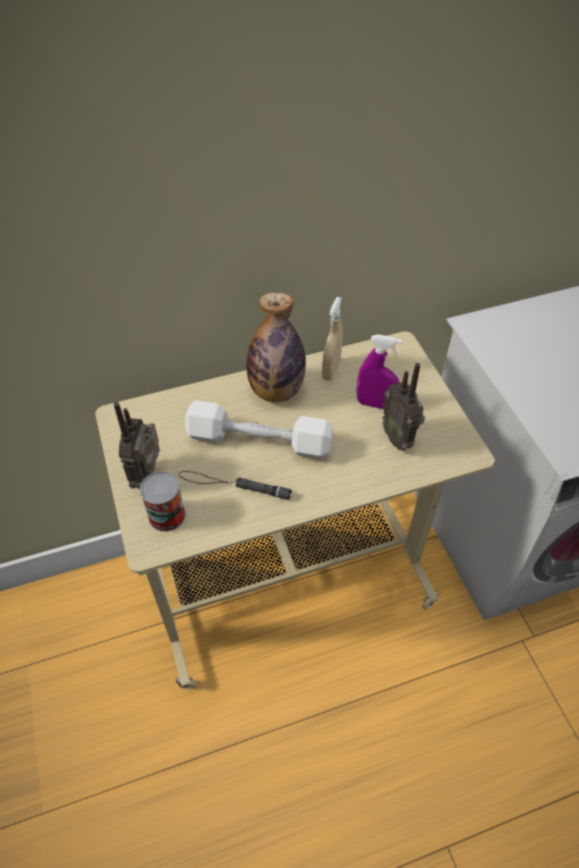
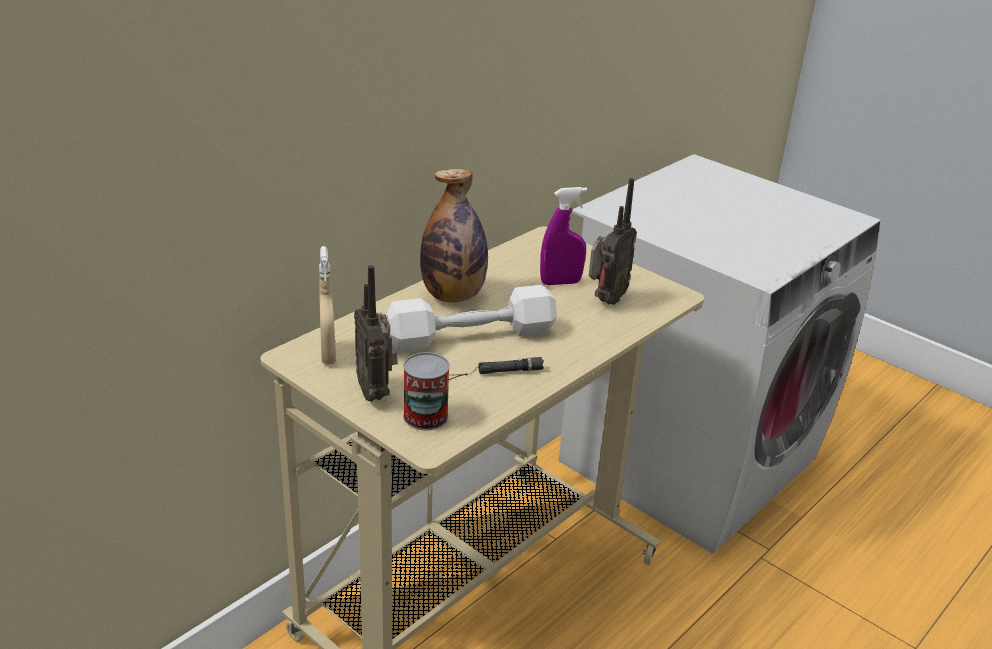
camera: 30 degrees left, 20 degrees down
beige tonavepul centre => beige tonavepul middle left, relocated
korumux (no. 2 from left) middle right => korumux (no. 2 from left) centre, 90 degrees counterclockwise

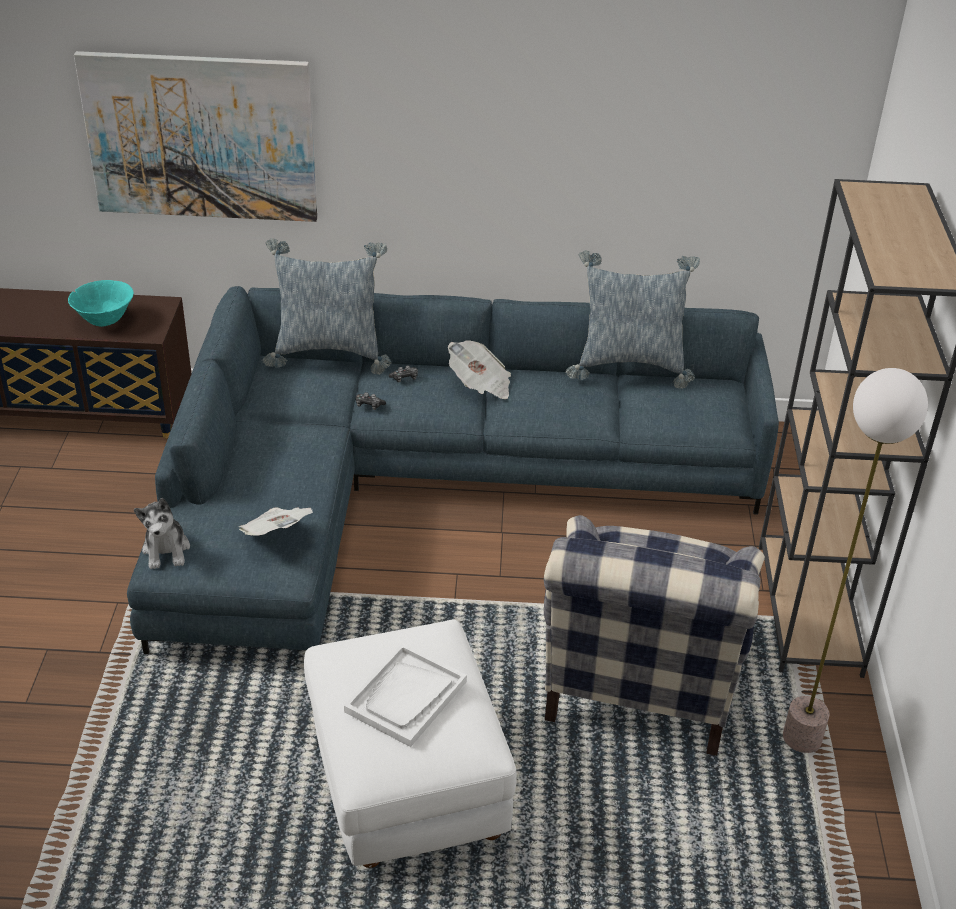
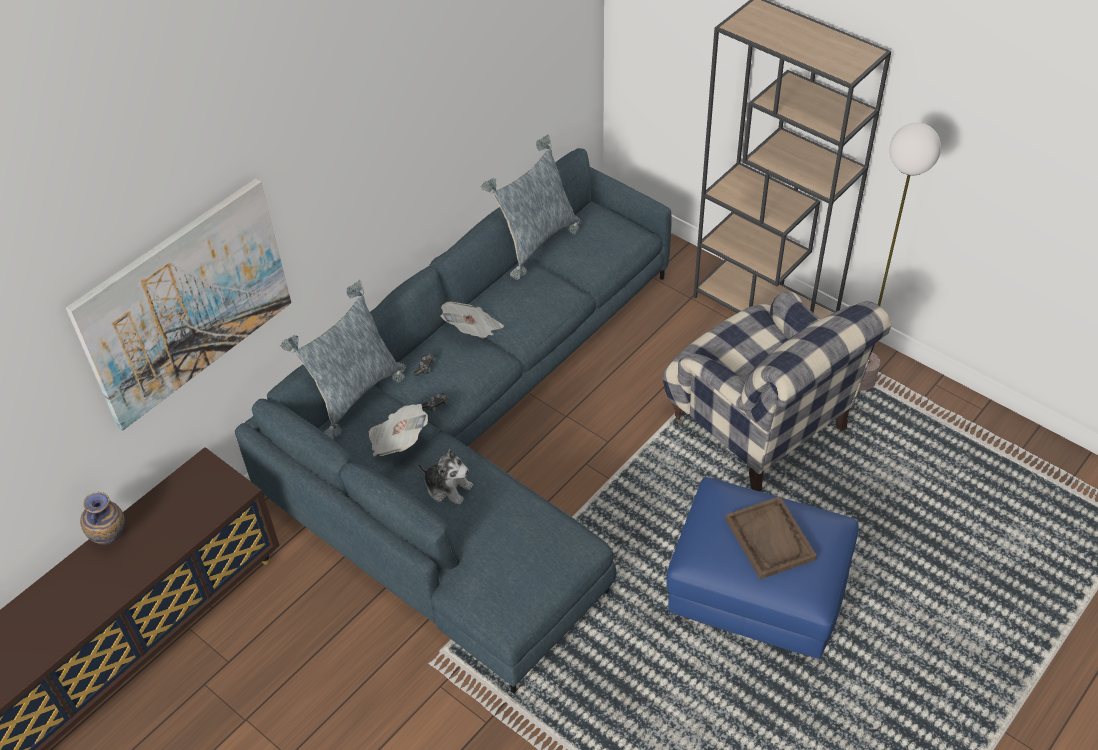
camera: 50 degrees left, 10 degrees up
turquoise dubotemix middle left => nothing
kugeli middle left => kugeli centre, relocated
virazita (no. 1 from left) middle left => virazita (no. 1 from left) centre, relocated
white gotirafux bottom centre => blue gotirafux bottom right
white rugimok bottom centre => brown rugimok bottom right
nothing => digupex bottom left

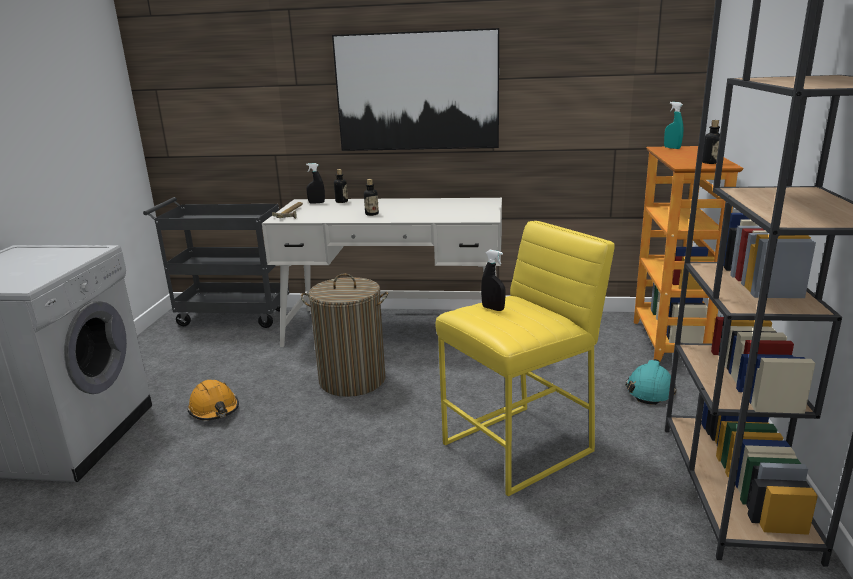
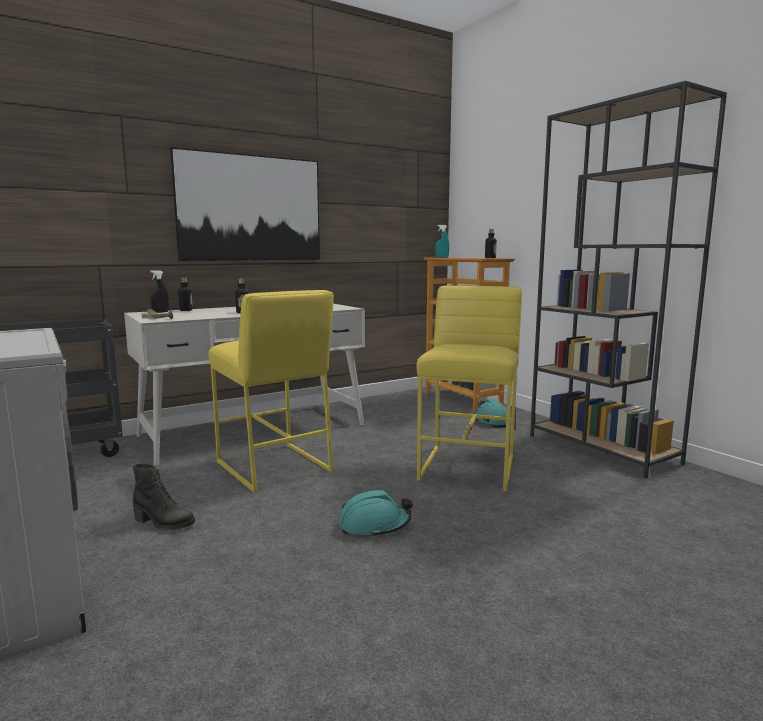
camera: 40 degrees left, 10 degrees down
black tonavepul (no. 2 from left) centre => nothing
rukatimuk centre => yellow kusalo (no. 1 from left) centre
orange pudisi bottom left => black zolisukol bottom left
nothing => turquoise pudisi (no. 1 from left) bottom centre

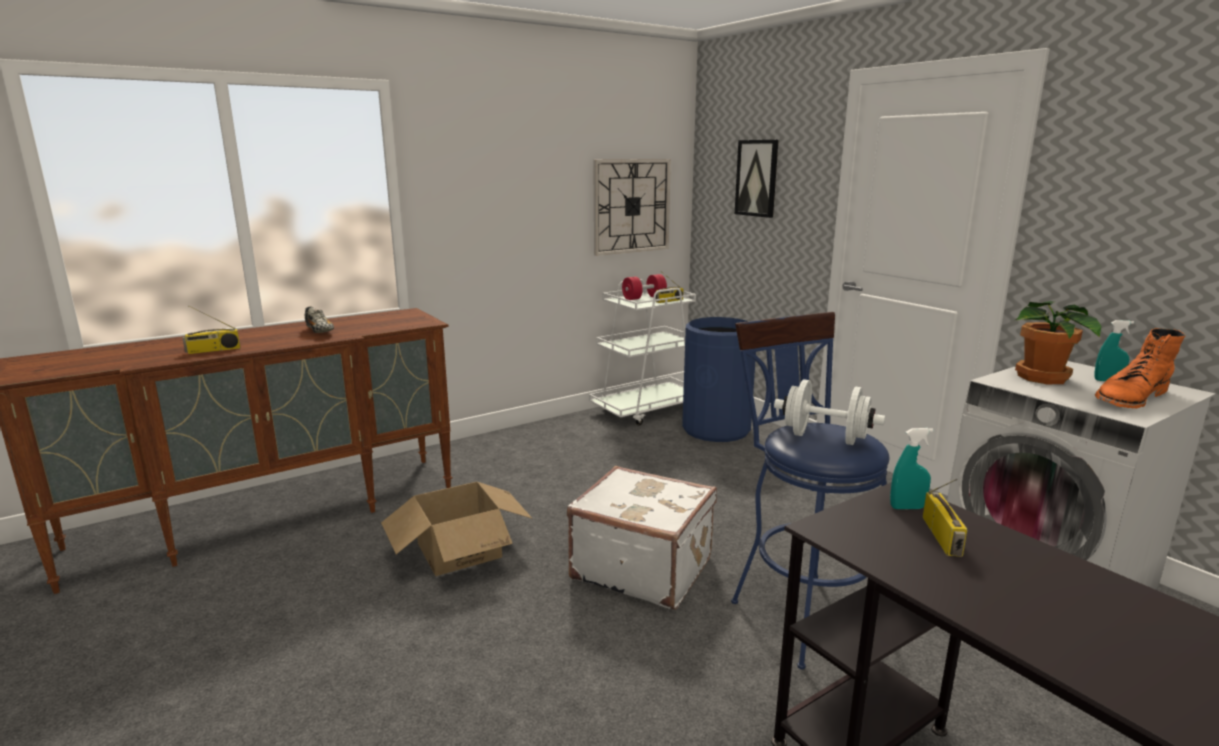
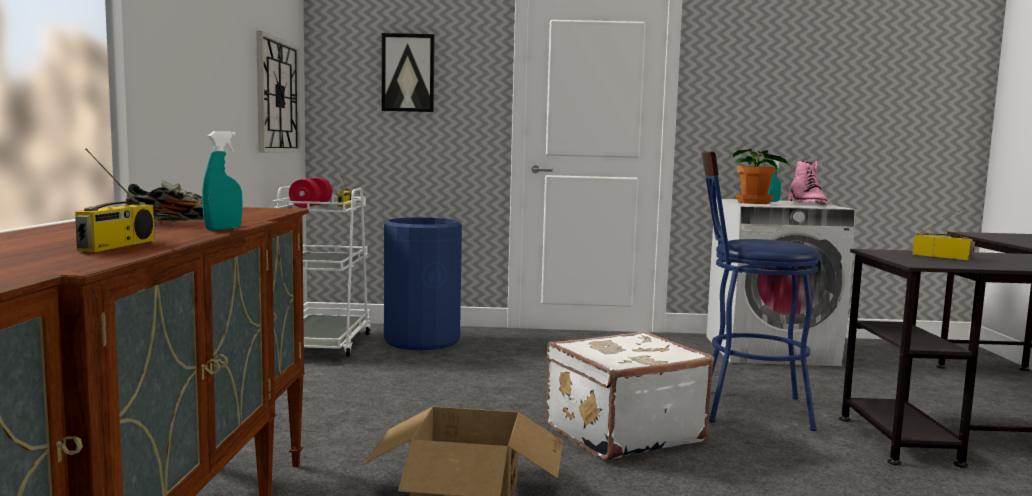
camera: 55 degrees left, 10 degrees down
orange zolisukol middle right => pink zolisukol middle right
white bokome middle right => nothing
turquoise tonavepul (no. 1 from left) middle right => turquoise tonavepul (no. 1 from left) middle left, relocated

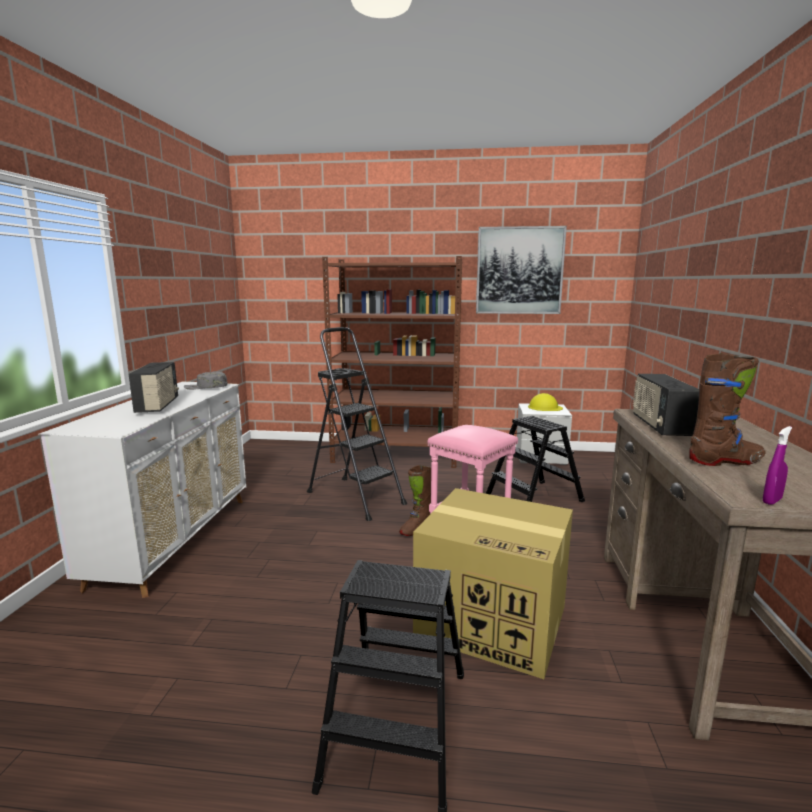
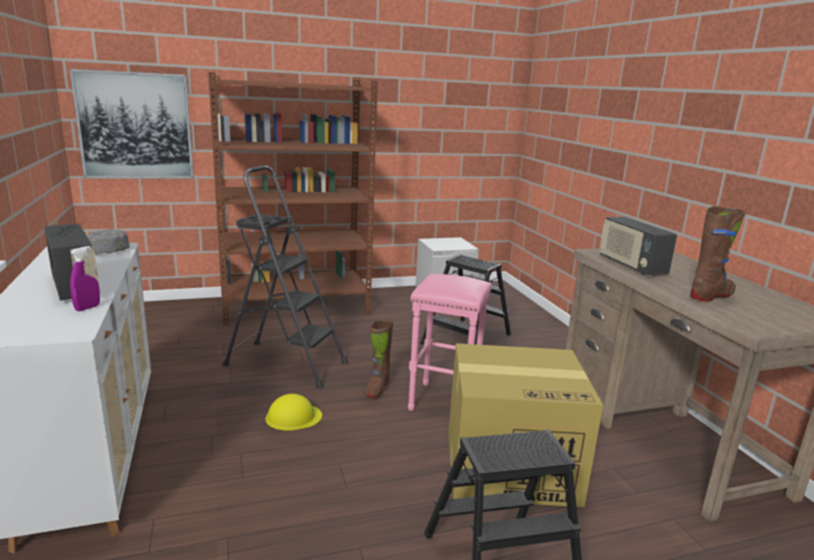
camera: 25 degrees left, 5 degrees up
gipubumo top centre => gipubumo top left, relocated
yellow pudisi middle right => yellow pudisi bottom centre, relocated
purple tonavepul middle right => purple tonavepul middle left, relocated

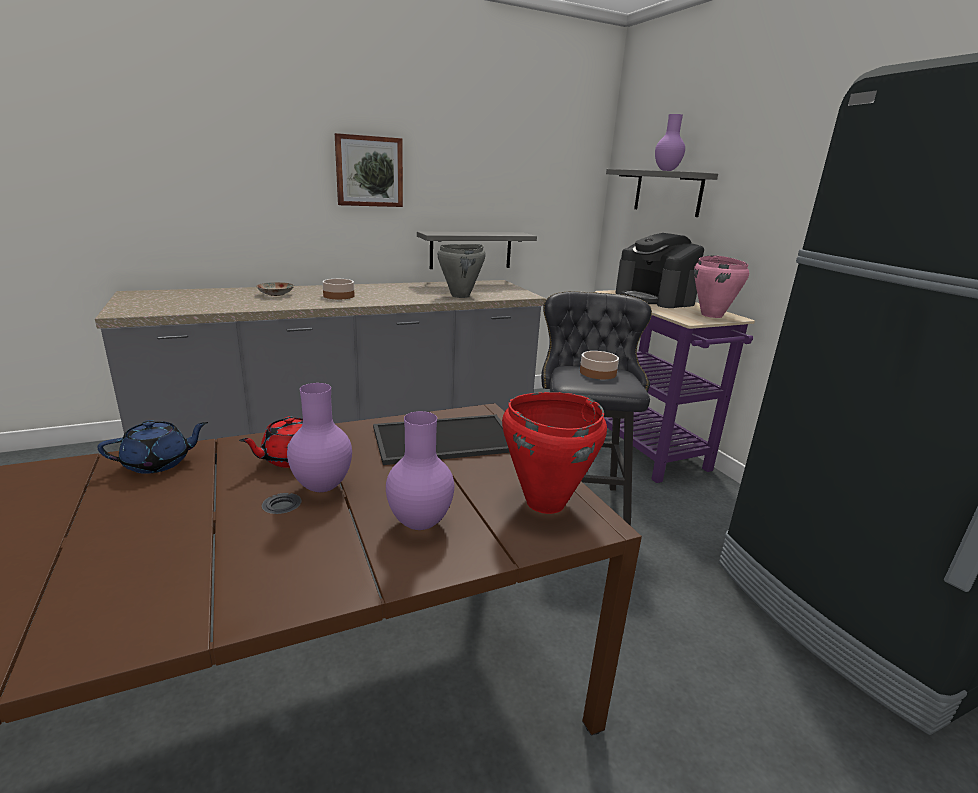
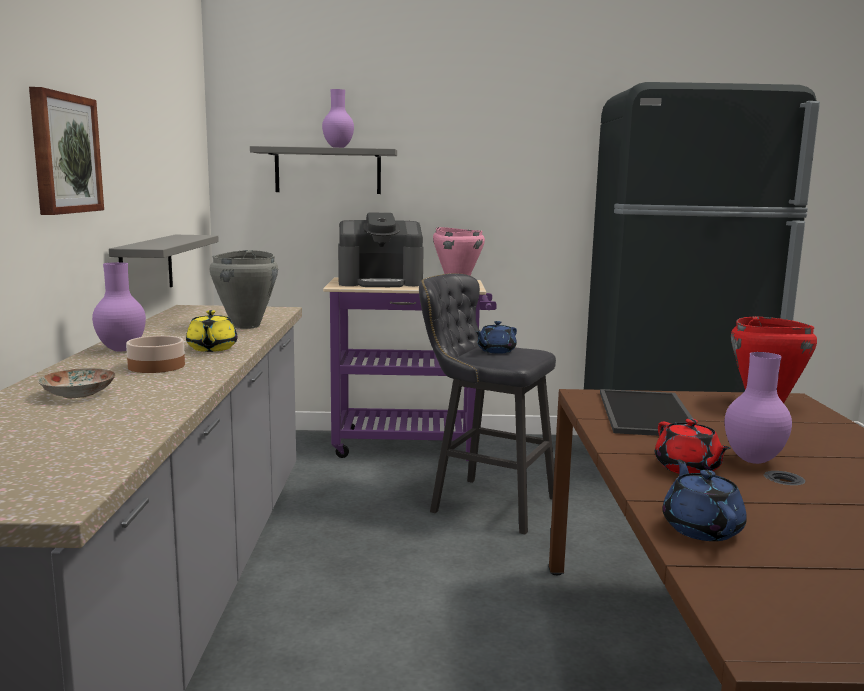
camera: 65 degrees left, 10 degrees down
dubotemix (no. 2 from left) centre => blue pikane (no. 1 from left) centre
purple digupex (no. 2 from left in the first image) centre => purple digupex (no. 1 from left) middle left, relocated
nothing => yellow pikane middle left

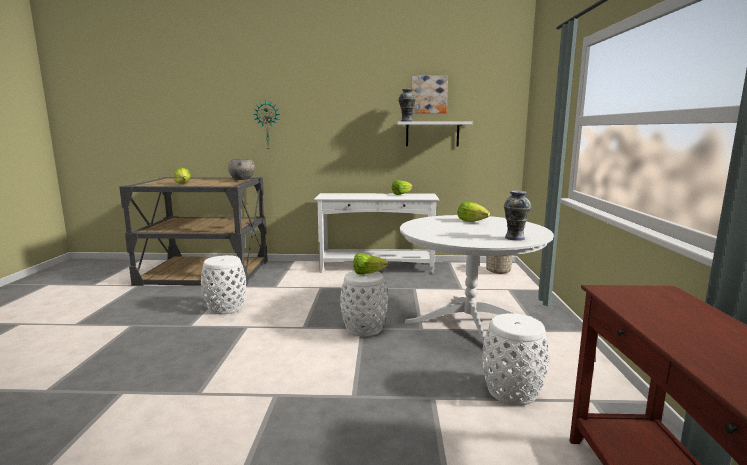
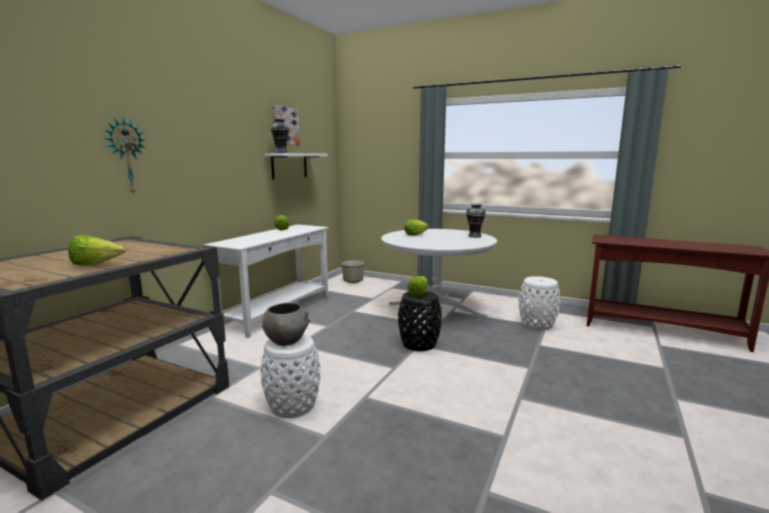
camera: 65 degrees left, 0 degrees up
grey dubotemix middle left => grey dubotemix centre, relocated
white kusalo (no. 2 from left) centre => black kusalo centre

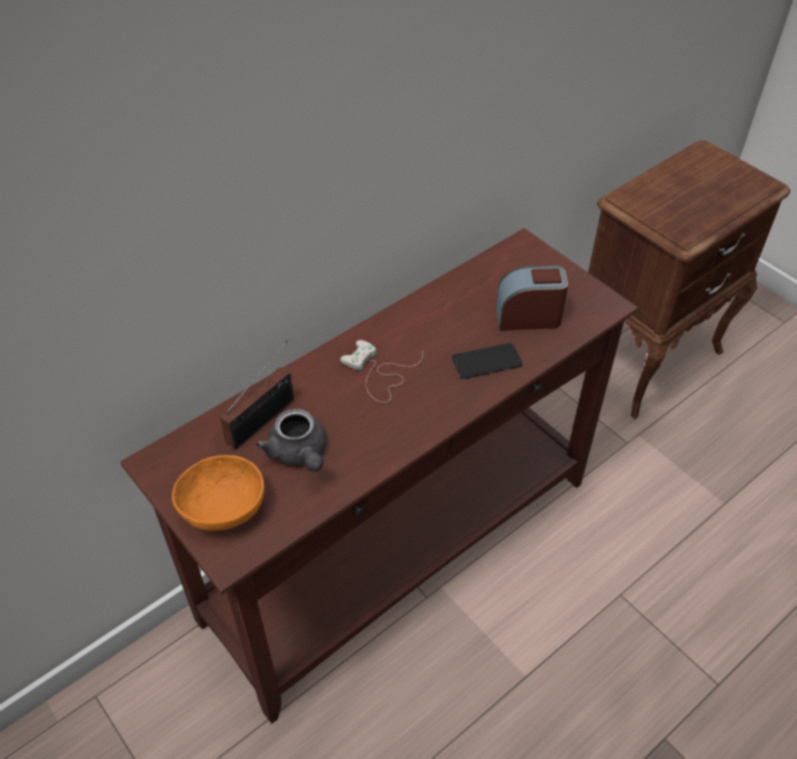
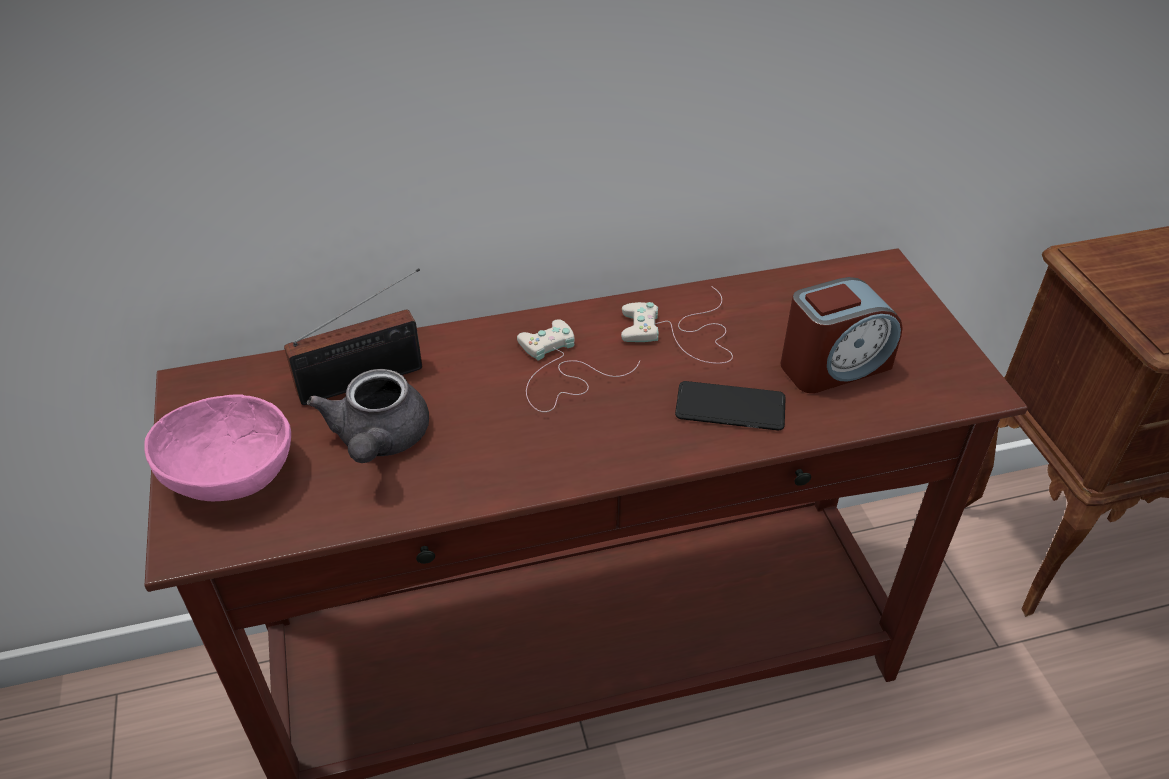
camera: 25 degrees right, 5 degrees down
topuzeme middle right, 135 degrees clockwise
orange dubotemix middle left => pink dubotemix middle left
nothing => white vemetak (no. 2 from left) centre

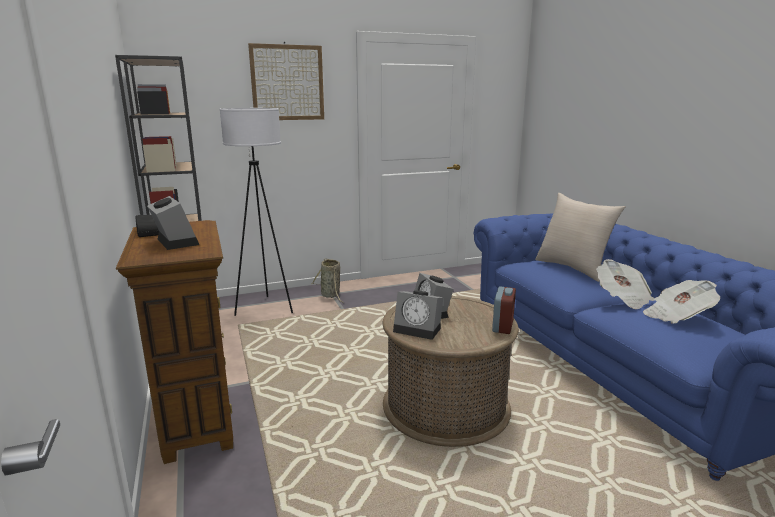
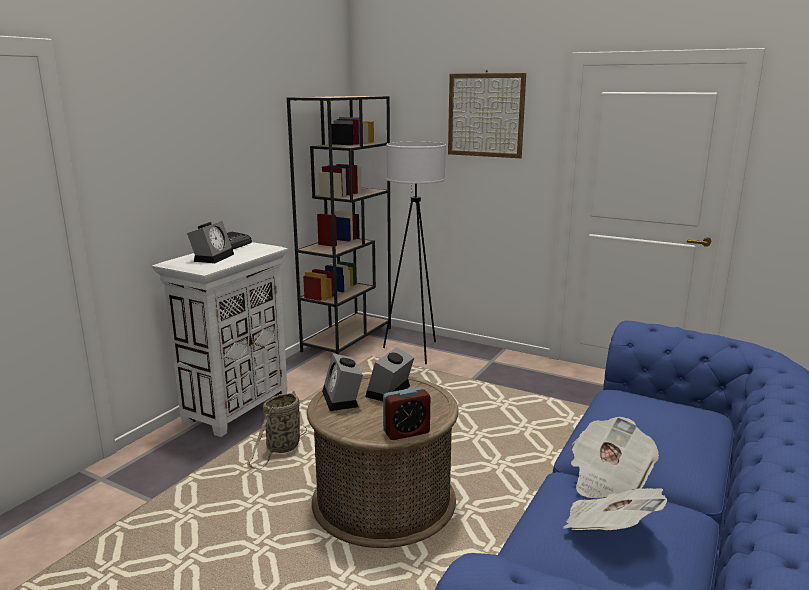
camera: 50 degrees right, 0 degrees up
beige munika middle right => nothing
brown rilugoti middle left => white rilugoti middle left
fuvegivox centre => fuvegivox bottom centre, relocated

